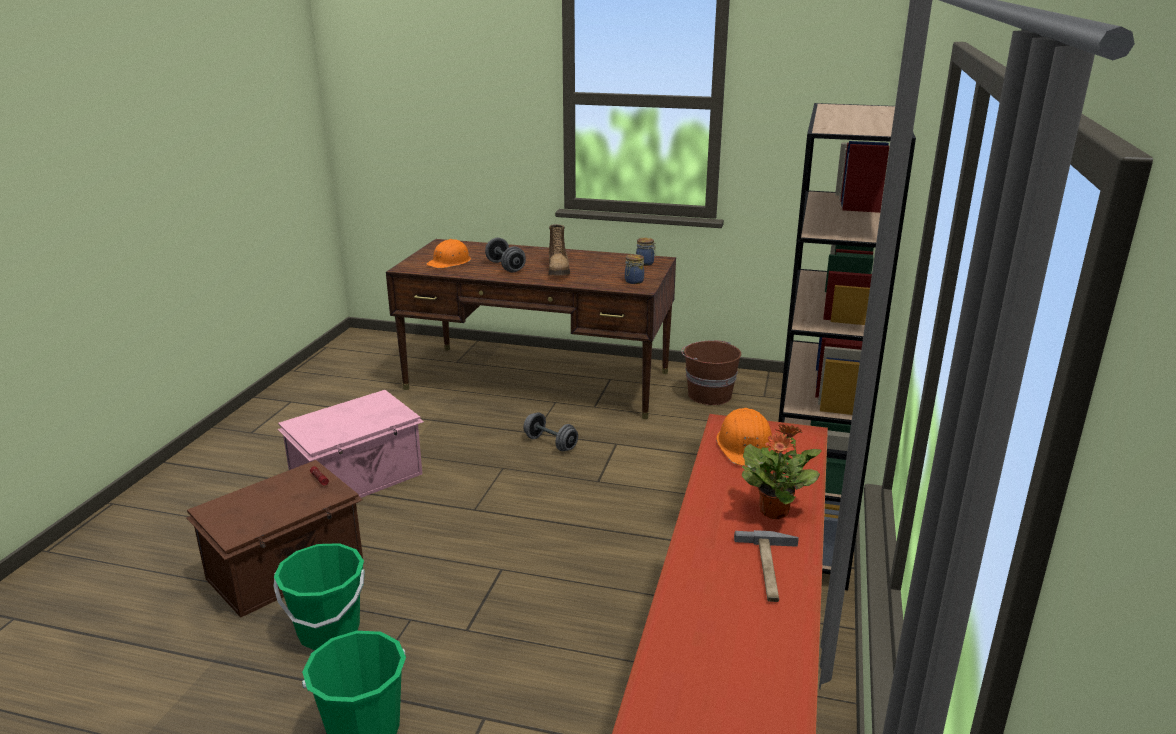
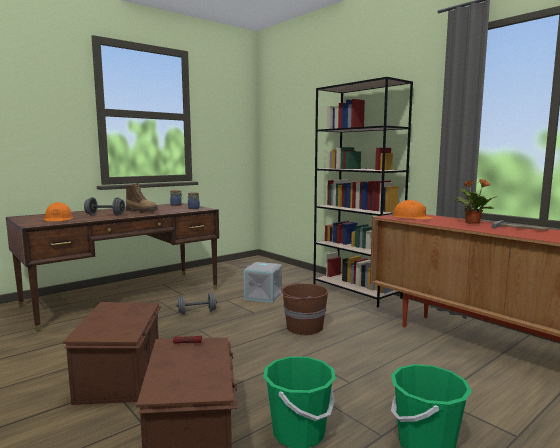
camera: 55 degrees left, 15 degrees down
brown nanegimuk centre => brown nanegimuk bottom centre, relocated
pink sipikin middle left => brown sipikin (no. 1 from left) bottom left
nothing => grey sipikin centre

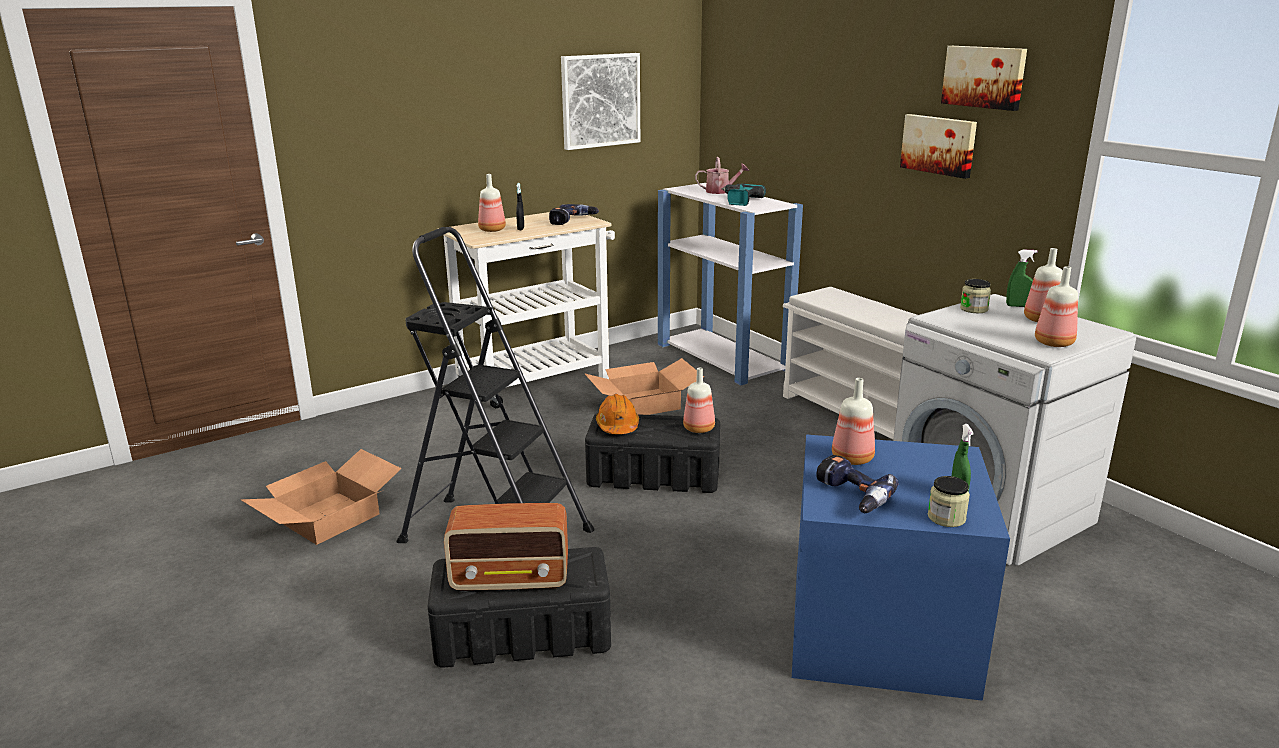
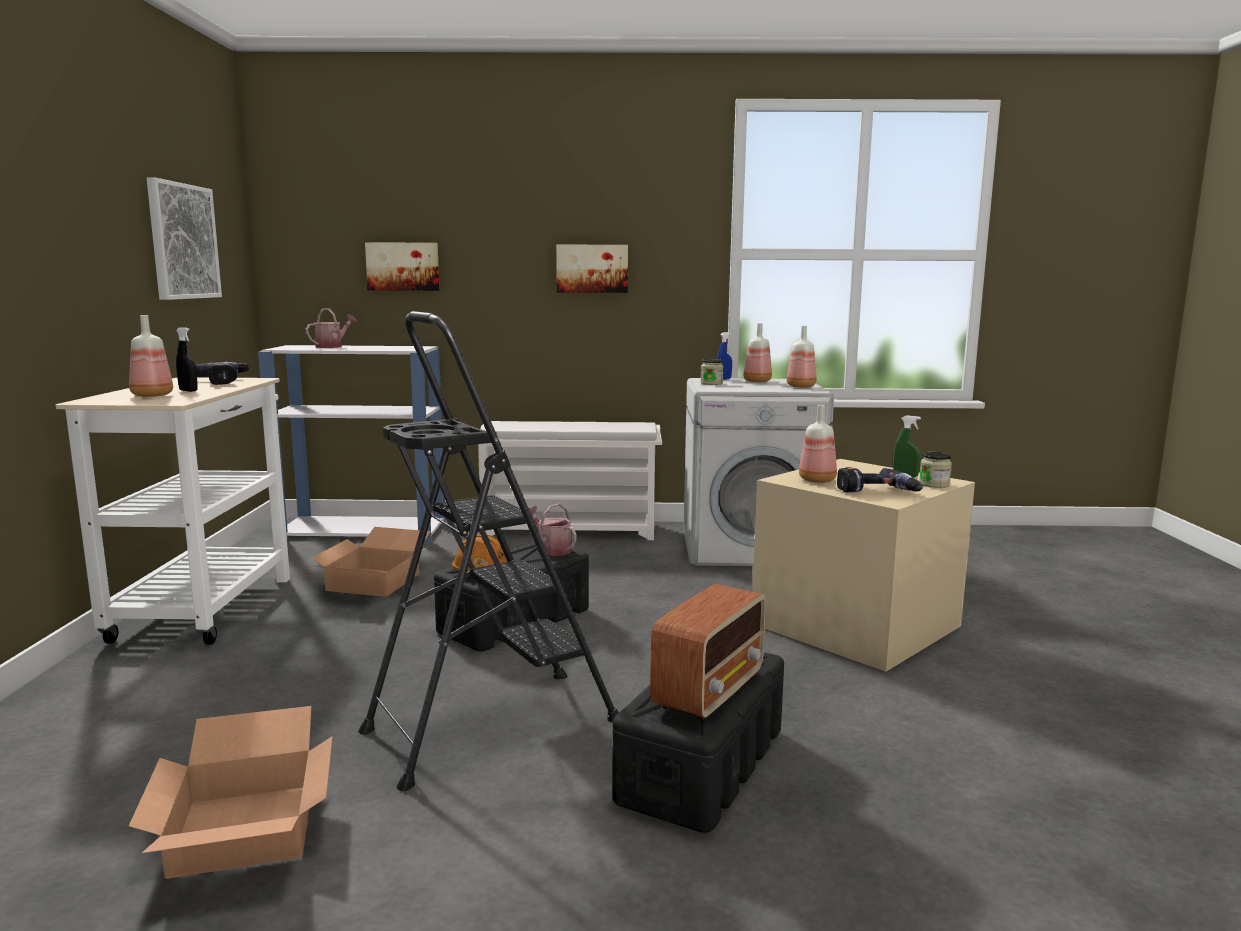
camera: 55 degrees left, 10 degrees down
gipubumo (no. 3 from left in the first image) top right => gipubumo (no. 2 from left) top left, relocated
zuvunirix (no. 2 from left) top centre => nothing
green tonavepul (no. 2 from left) middle right => blue tonavepul centre
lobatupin (no. 2 from left) centre => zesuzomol (no. 2 from left) centre
blue sipikin bottom right => beige sipikin middle right

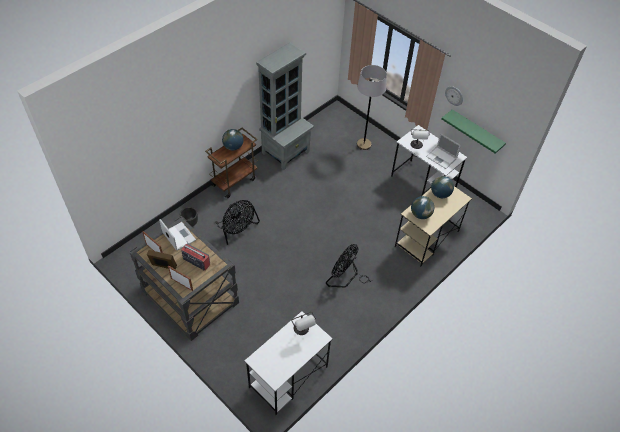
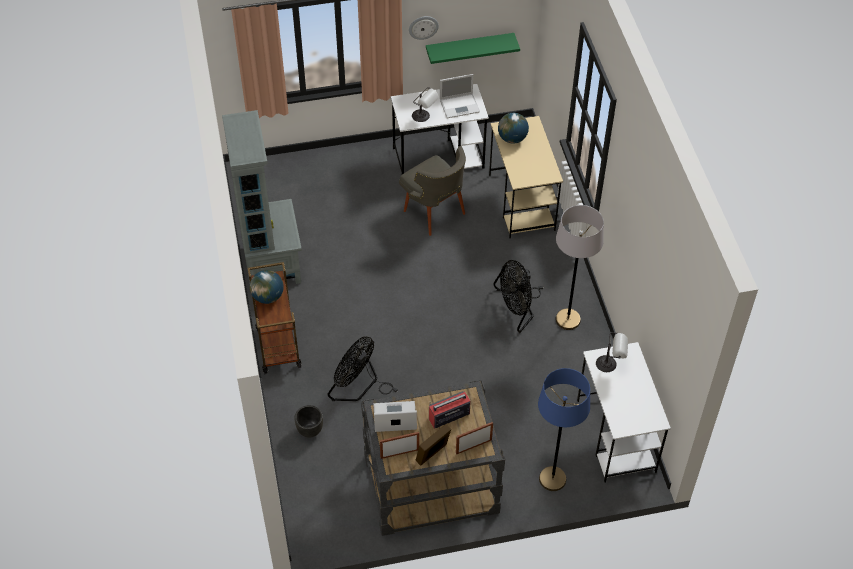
camera: 55 degrees left, 0 degrees up
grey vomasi top centre => grey vomasi middle right, relocated
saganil (no. 2 from left) middle right => nothing
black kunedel (no. 1 from left) centre, 135 degrees counterclockwise
nothing => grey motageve centre
nothing => blue vomasi bottom centre

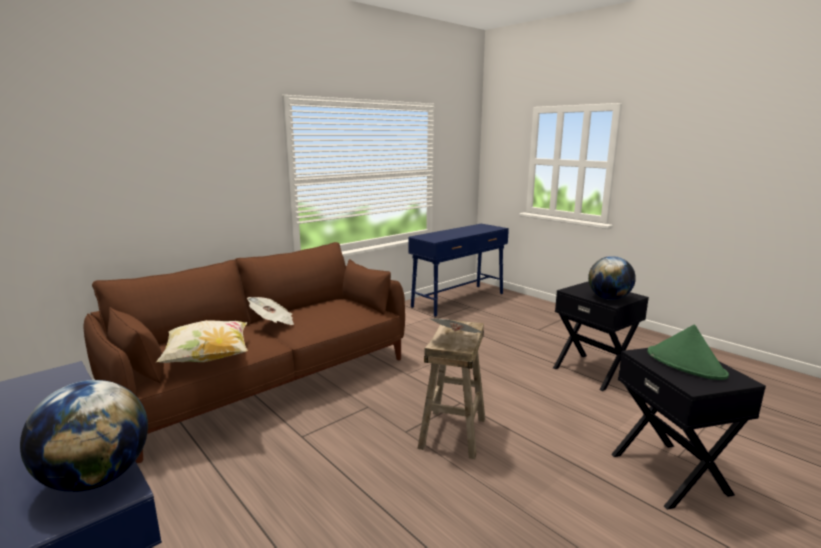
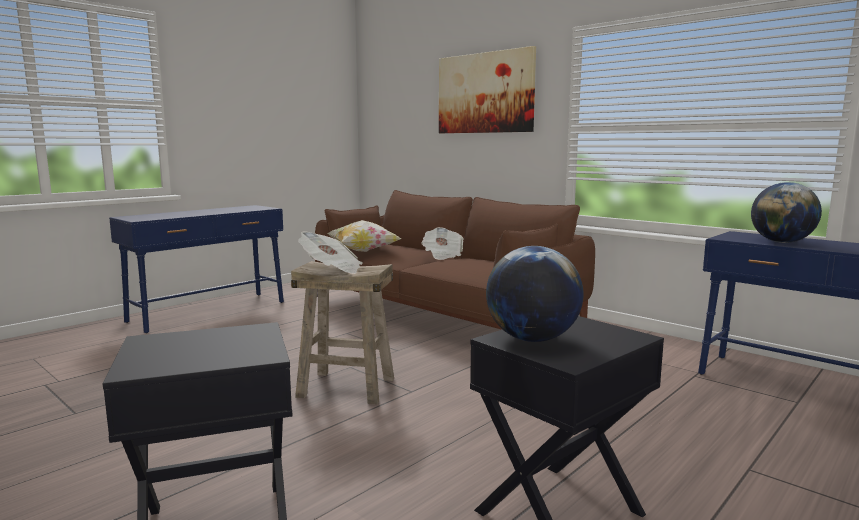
camera: 85 degrees right, 5 degrees down
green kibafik middle right => nothing
saganil (no. 1 from left in the first image) bottom left => saganil (no. 2 from left) middle right, relocated
nothing => gipubumo top centre

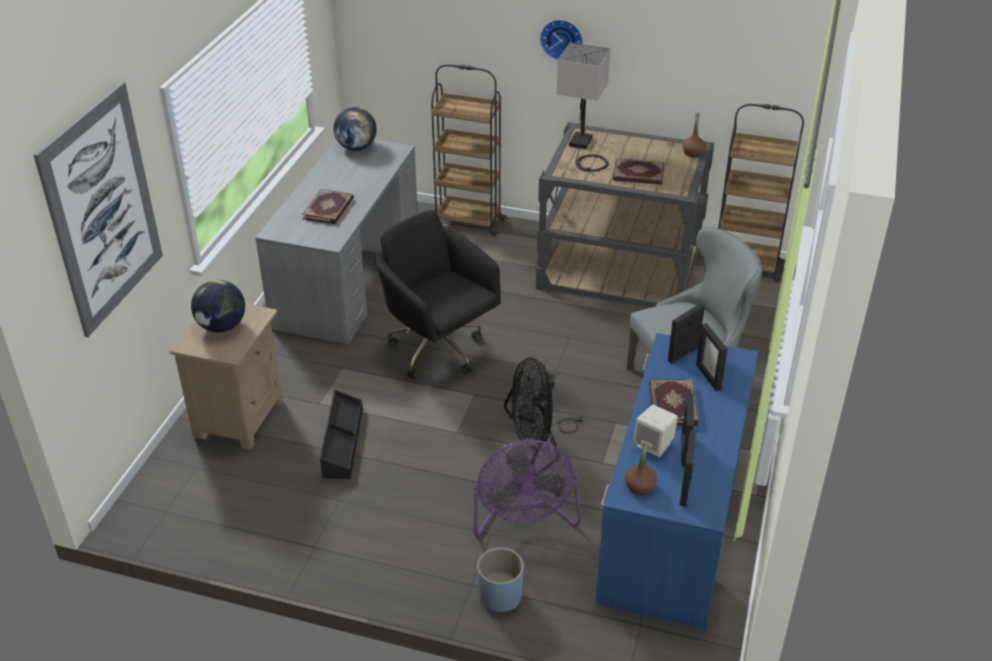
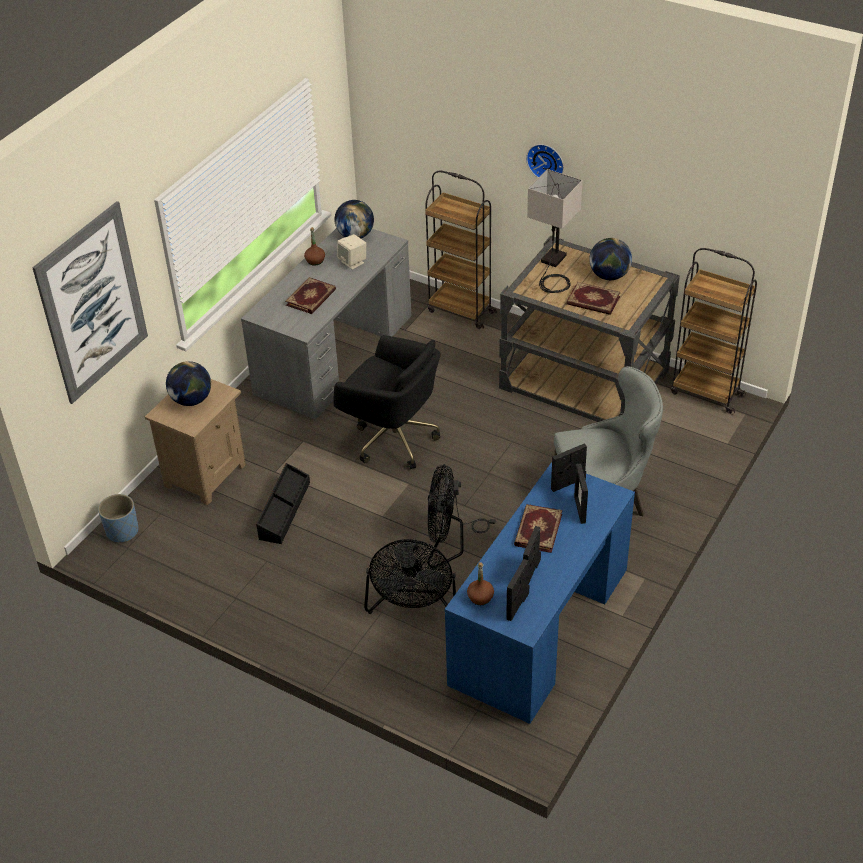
camera: 15 degrees right, 5 degrees up
brown lobatupin (no. 2 from left in the first image) top right => brown lobatupin (no. 1 from left) top centre, relocated
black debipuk centre, 150 degrees clockwise
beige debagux centre => beige debagux top centre, relocated
purple kunedel bottom centre => black kunedel (no. 1 from left) bottom centre
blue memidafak bottom centre => blue memidafak middle left, relocated
nothing => saganil (no. 3 from left) top right

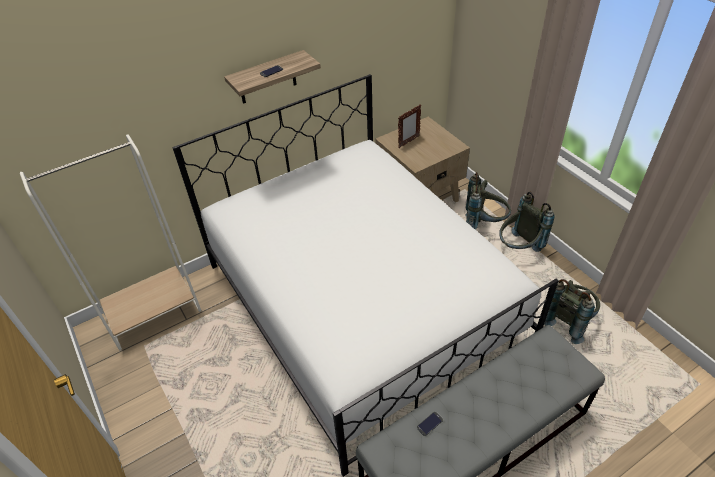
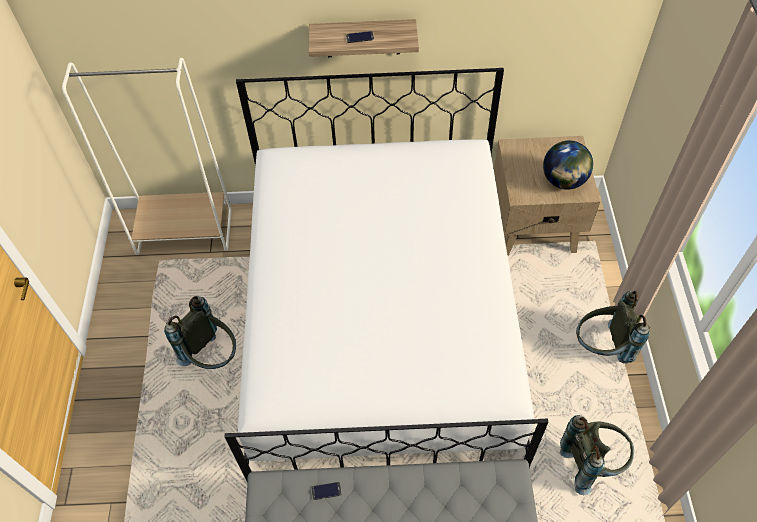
camera: 30 degrees right, 10 degrees up
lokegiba top centre => nothing
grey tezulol (no. 1 from left) middle right => grey tezulol (no. 1 from left) middle left, relocated
nothing => saganil top right

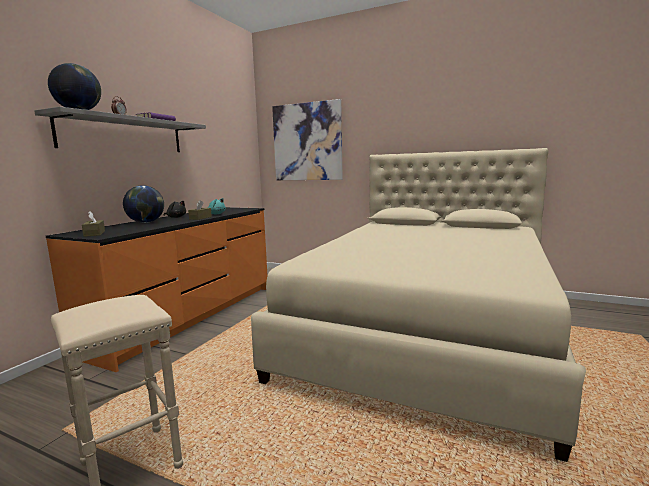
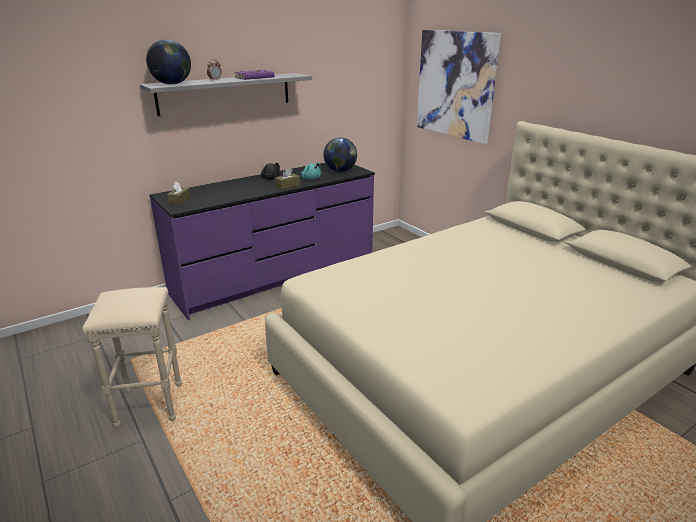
camera: 30 degrees right, 15 degrees up
saganil (no. 2 from left) middle left => saganil (no. 2 from left) top centre, relocated
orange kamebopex middle left => purple kamebopex centre

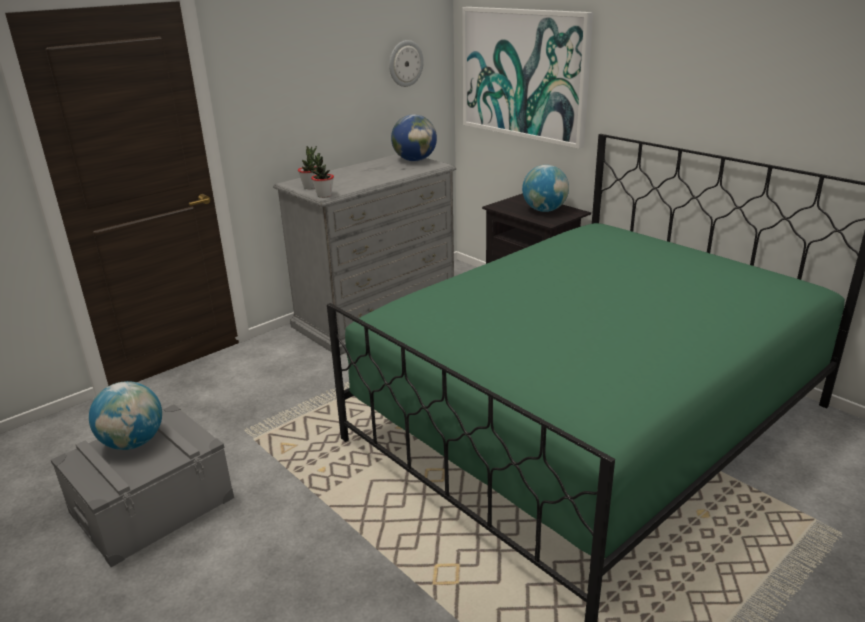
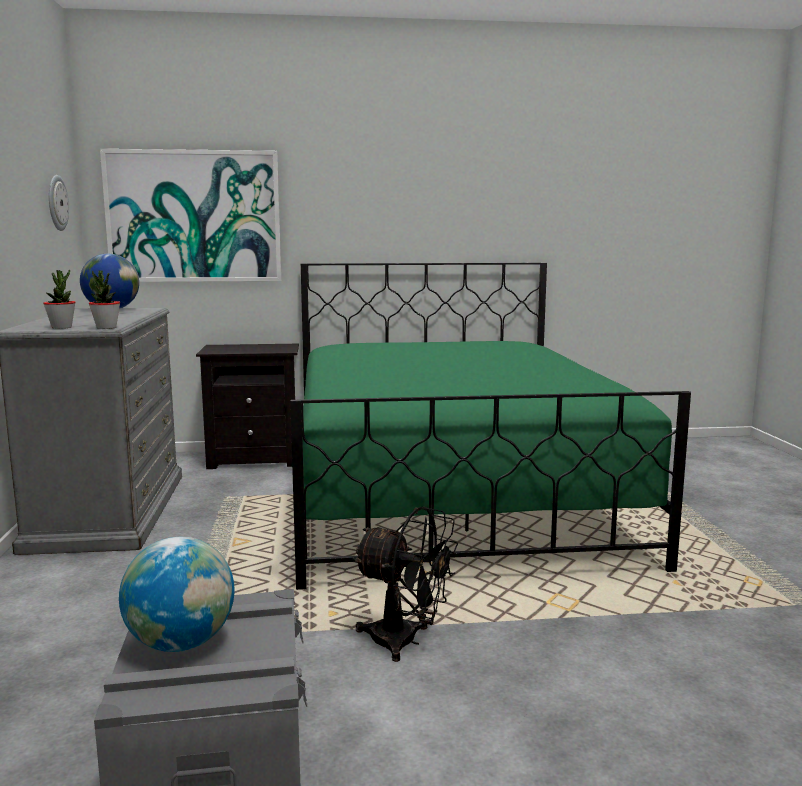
camera: 55 degrees left, 15 degrees down
saganil (no. 3 from left) top centre => nothing
nothing => black kunedel bottom centre

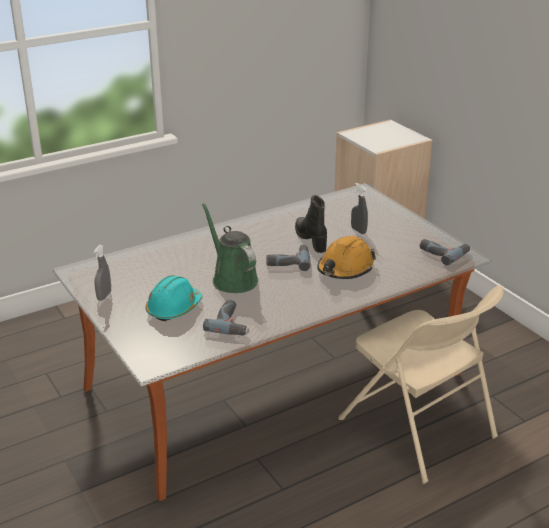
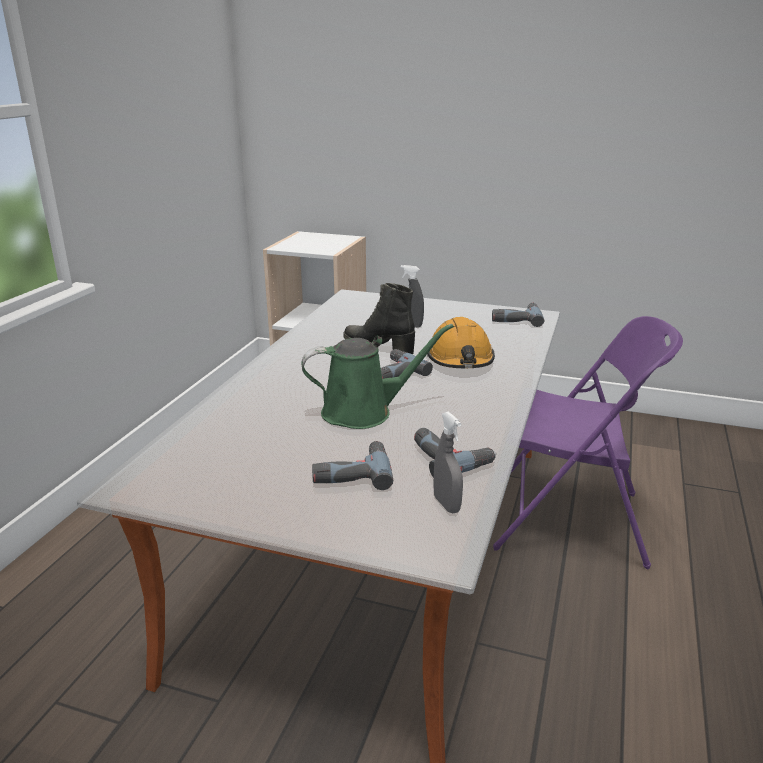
camera: 40 degrees left, 5 degrees down
green zesuzomol centre, 150 degrees clockwise
grey tonavepul (no. 1 from left in the first image) middle left => grey tonavepul (no. 2 from left) centre, relocated
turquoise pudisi middle left => zuvunirix (no. 1 from left) centre
beige motageve bottom right => purple motageve middle right

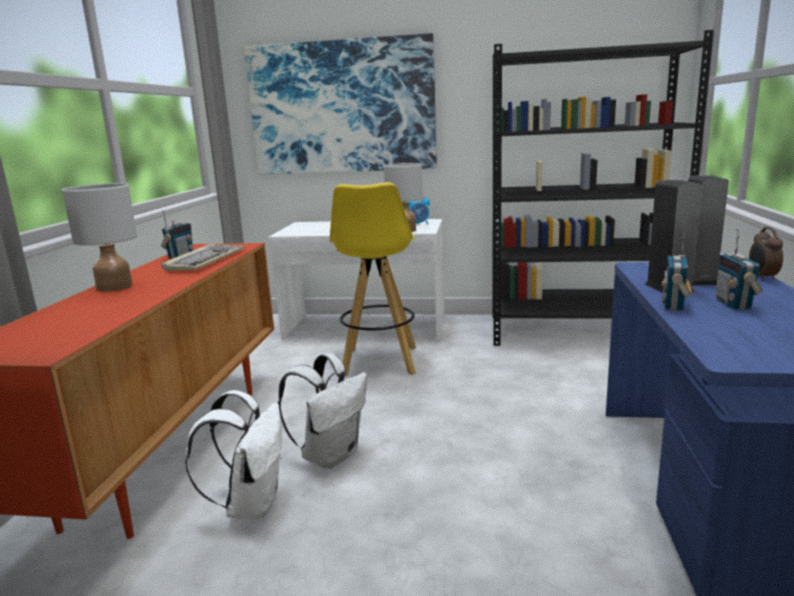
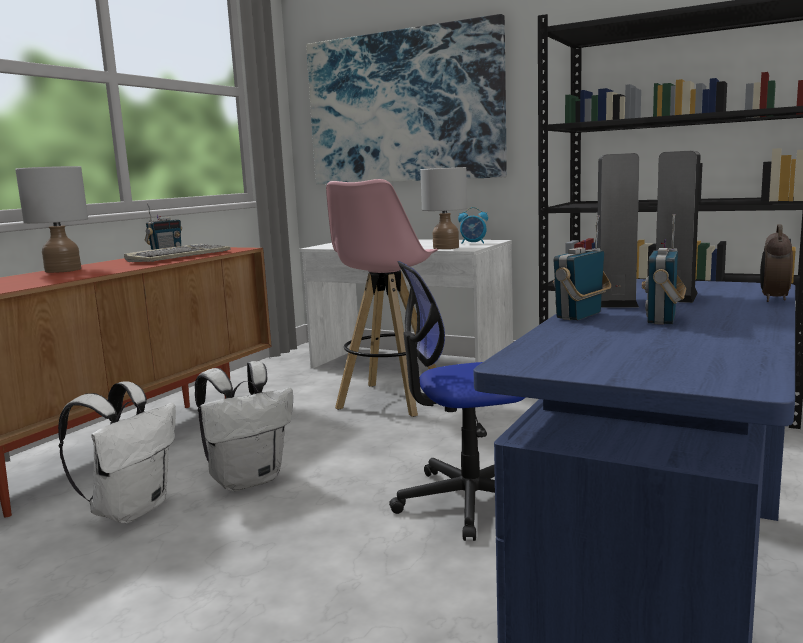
camera: 20 degrees right, 5 degrees down
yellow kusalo centre => pink kusalo centre
nothing => debipuk centre

